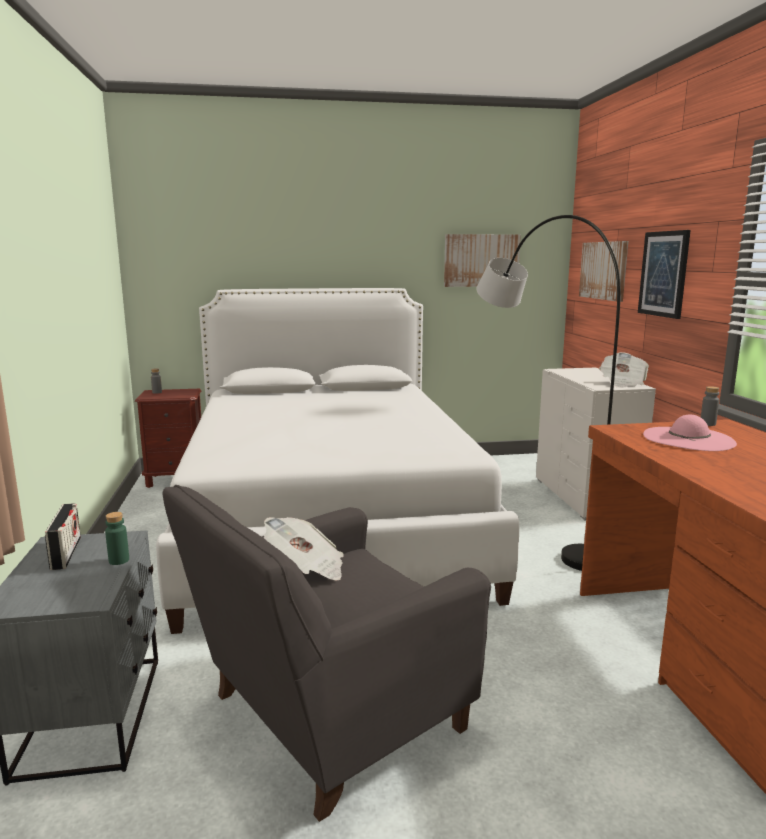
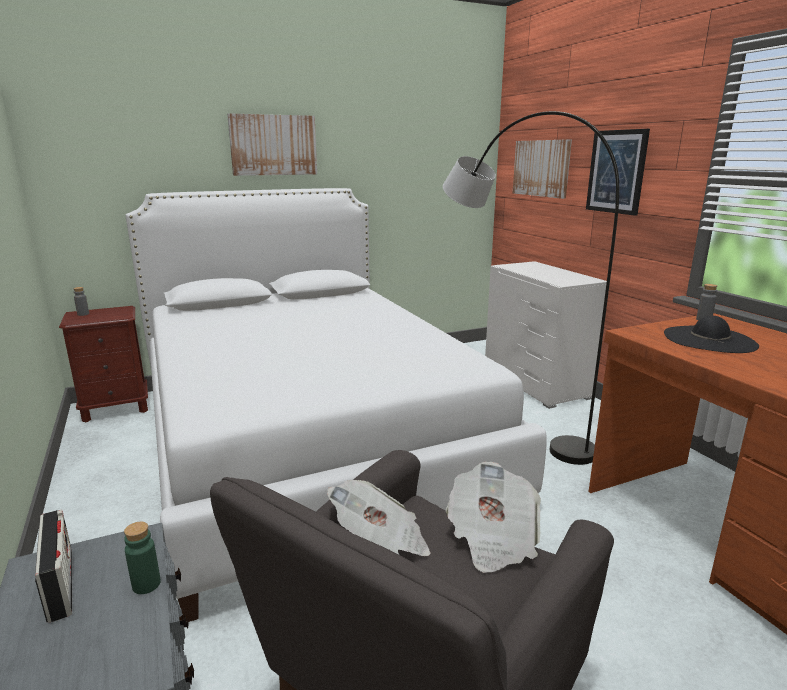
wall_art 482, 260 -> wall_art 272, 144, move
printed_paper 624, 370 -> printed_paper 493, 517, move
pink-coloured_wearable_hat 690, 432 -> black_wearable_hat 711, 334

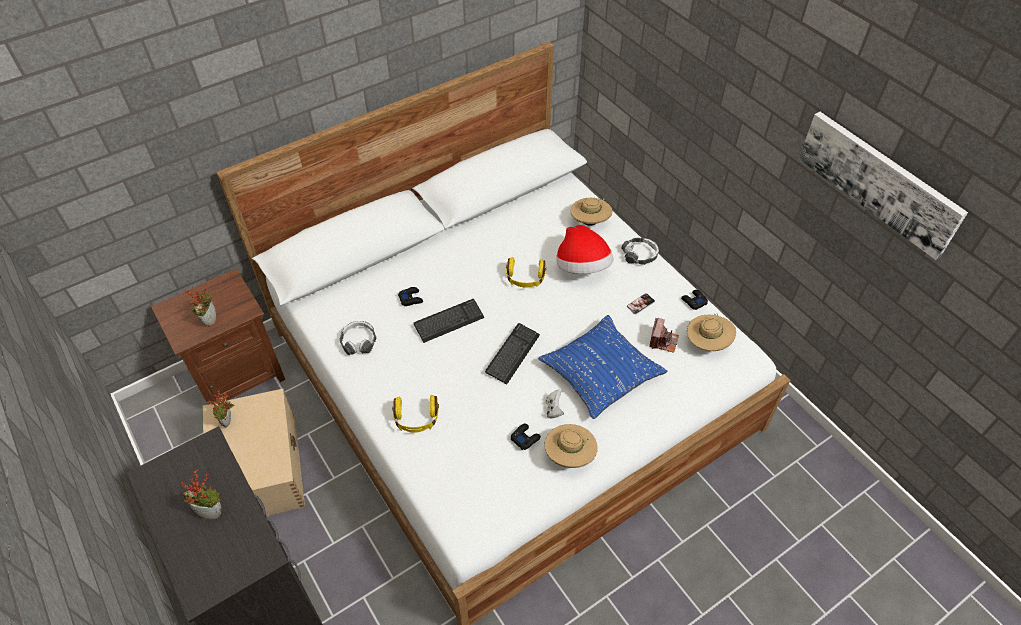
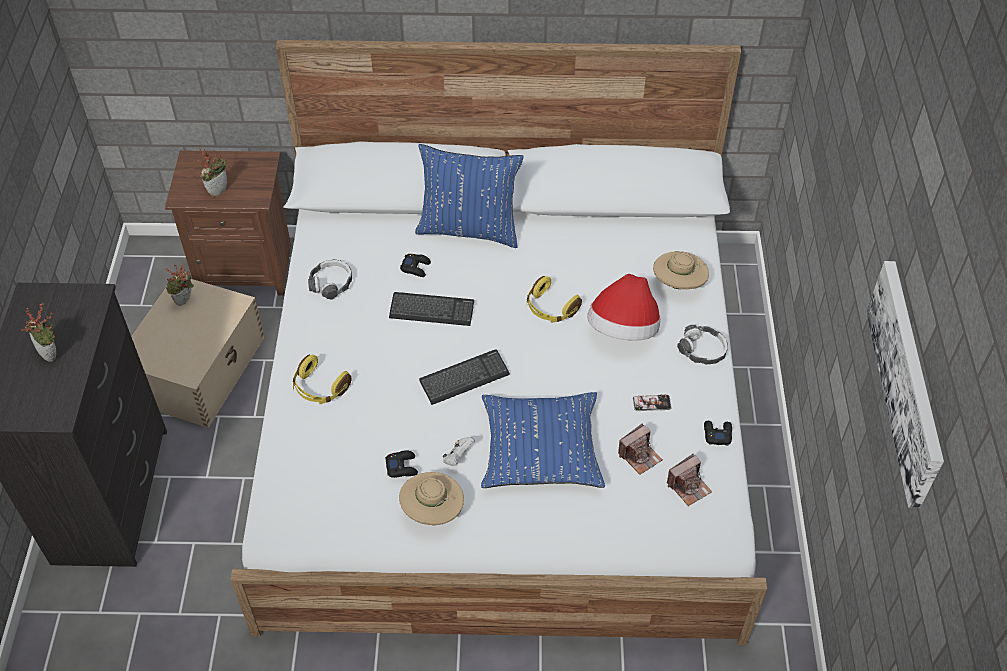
beige-coloured_wearable_hat 711, 332 -> still_camera 689, 480
none -> blue_pillow 469, 196

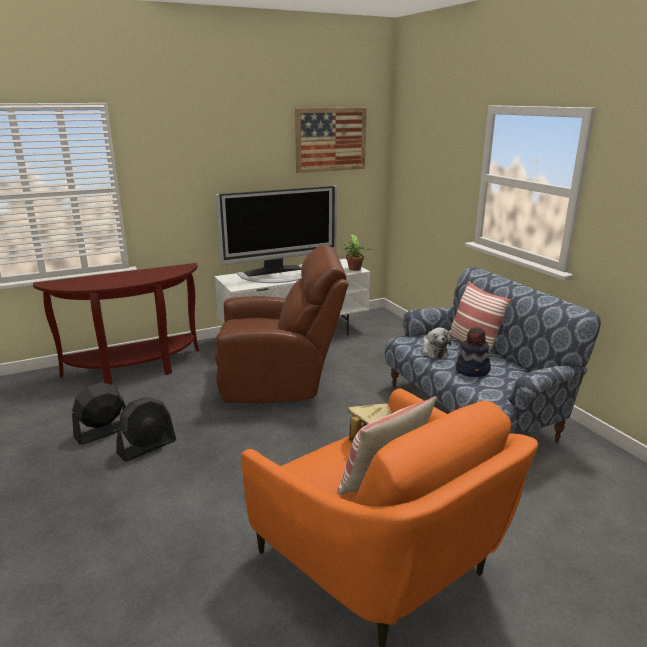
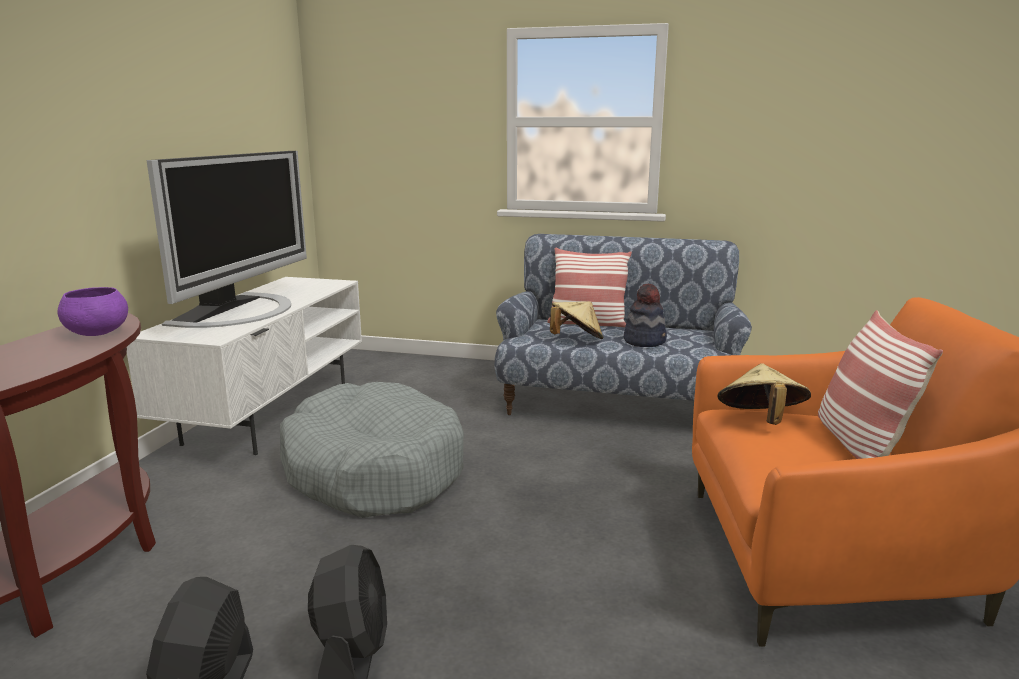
brown-coloured_easy_chair 281, 324 -> grey_dog_cushion 372, 450
wall_art 331, 140 -> none
houseplant 357, 252 -> none
soft_toy 436, 343 -> beige-coloured_wearable_hat 577, 320
none -> purple_serving_bowl 93, 311

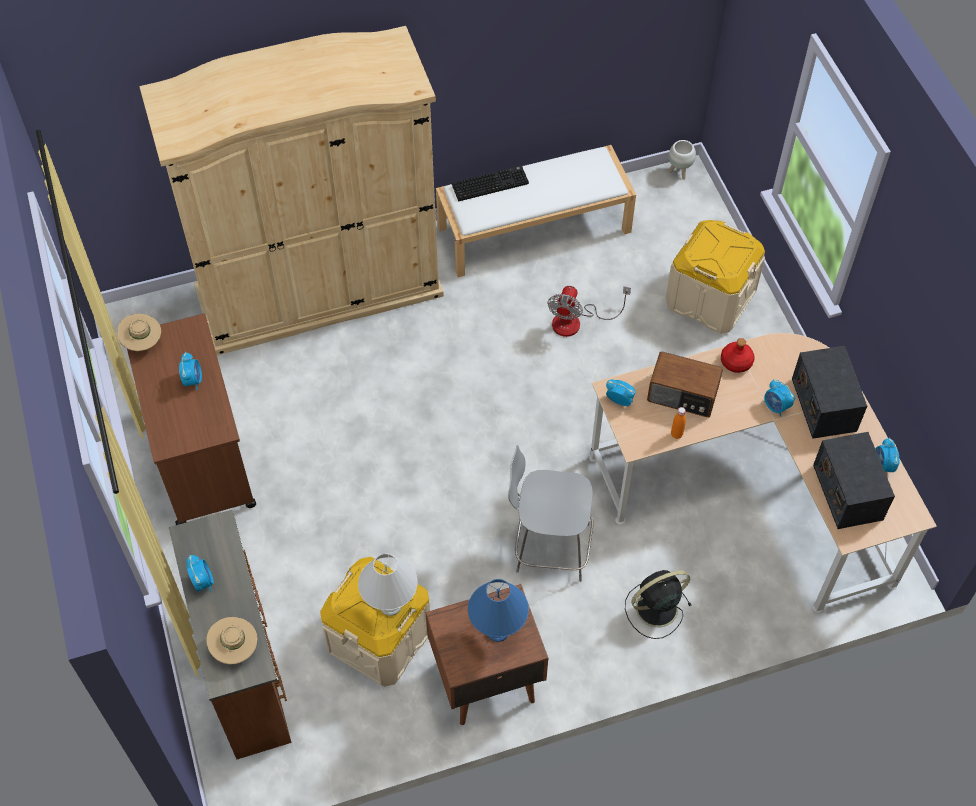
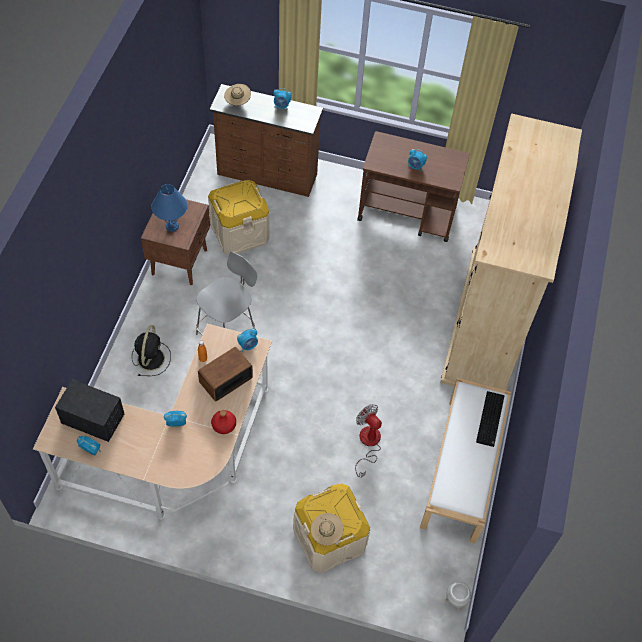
beige-coloured_wearable_hat 139, 332 -> beige-coloured_wearable_hat 327, 529, move
white-coloured_tabletop_lamp 388, 584 -> none
radio_receiver 829, 392 -> none

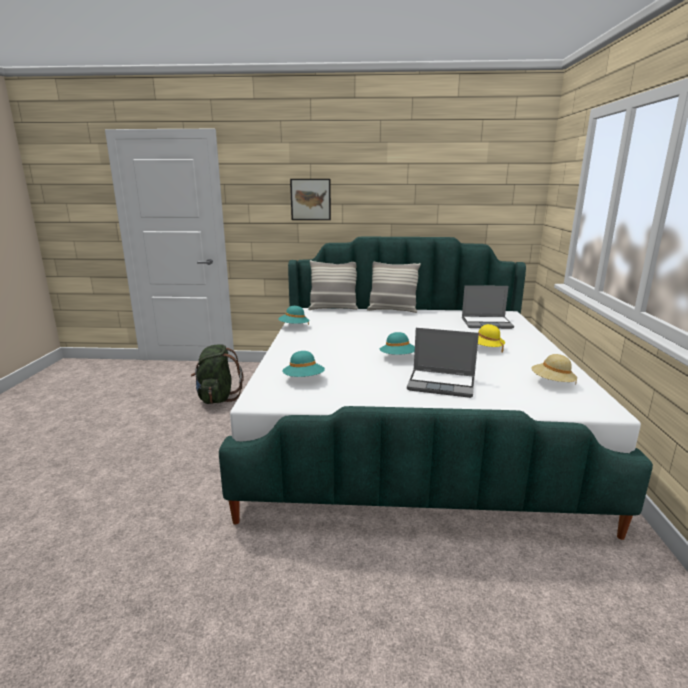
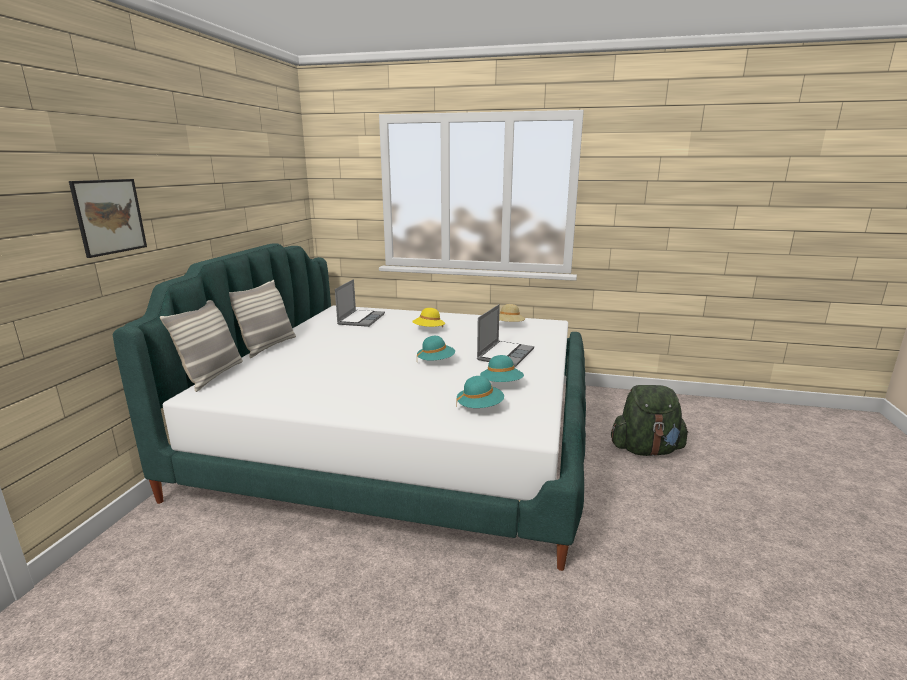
greenish_rucksack 217, 374 -> greenish_rucksack 649, 420, move
blue-green_wearable_hat 294, 315 -> blue-green_wearable_hat 502, 368, move

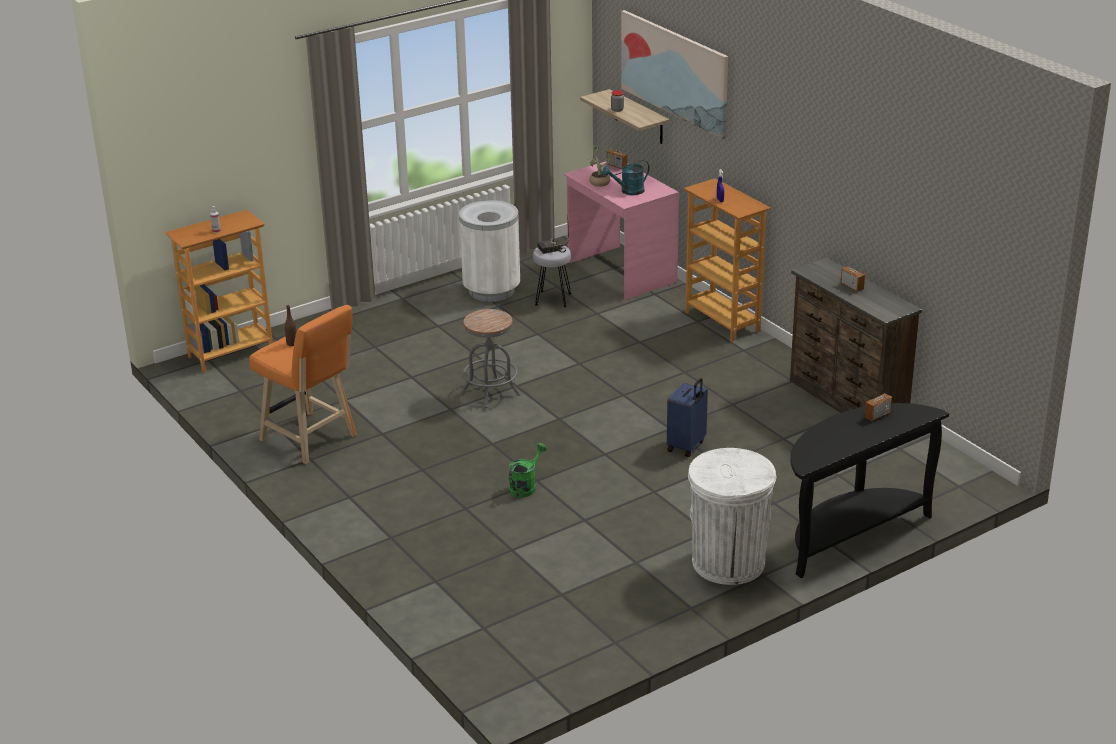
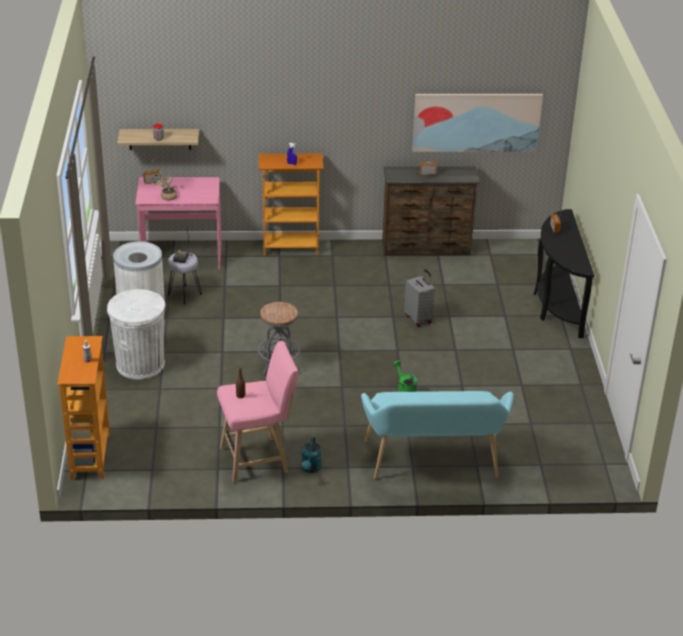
orange-coloured_stool_seat 303, 384 -> pink-coloured_stool_seat 257, 412
blue-green_watering_can 626, 177 -> blue-green_watering_can 311, 455, move
wall_art 674, 74 -> wall_art 477, 123, move
blue_travel_case 687, 417 -> grey_travel_case 419, 298
white-coloured_rubbish_bin 732, 516 -> white-coloured_rubbish_bin 136, 334, move
none -> blue-green_bench 437, 435

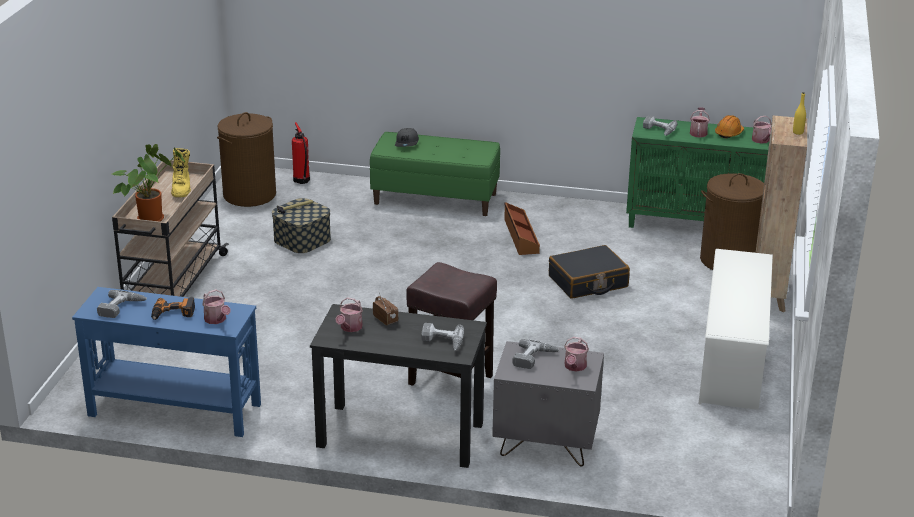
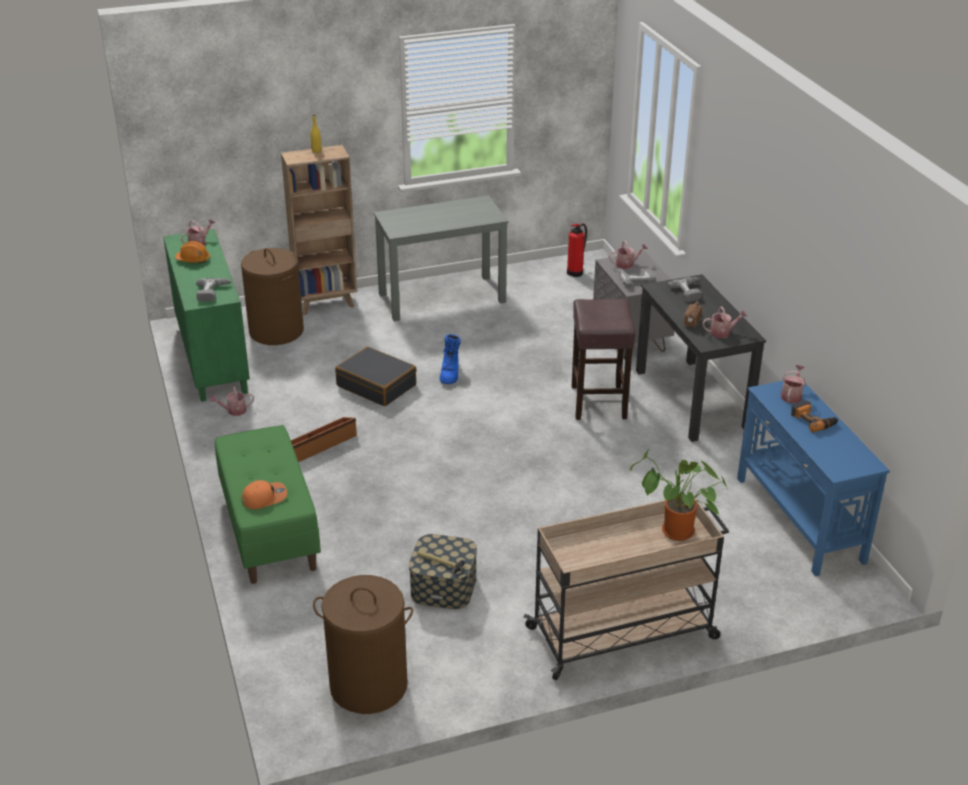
power_drill 122, 304 -> none
yellowish_boot 181, 172 -> none
fire-fighting_cylinder 301, 153 -> fire-fighting_cylinder 577, 250, move
grey_peaked_cap 407, 137 -> orange-coloured_peaked_cap 264, 494
watering_can 700, 122 -> watering_can 232, 401, move
white-coloured_shoe_shelf 736, 329 -> grey_desk 441, 259
none -> blue_boot 450, 359

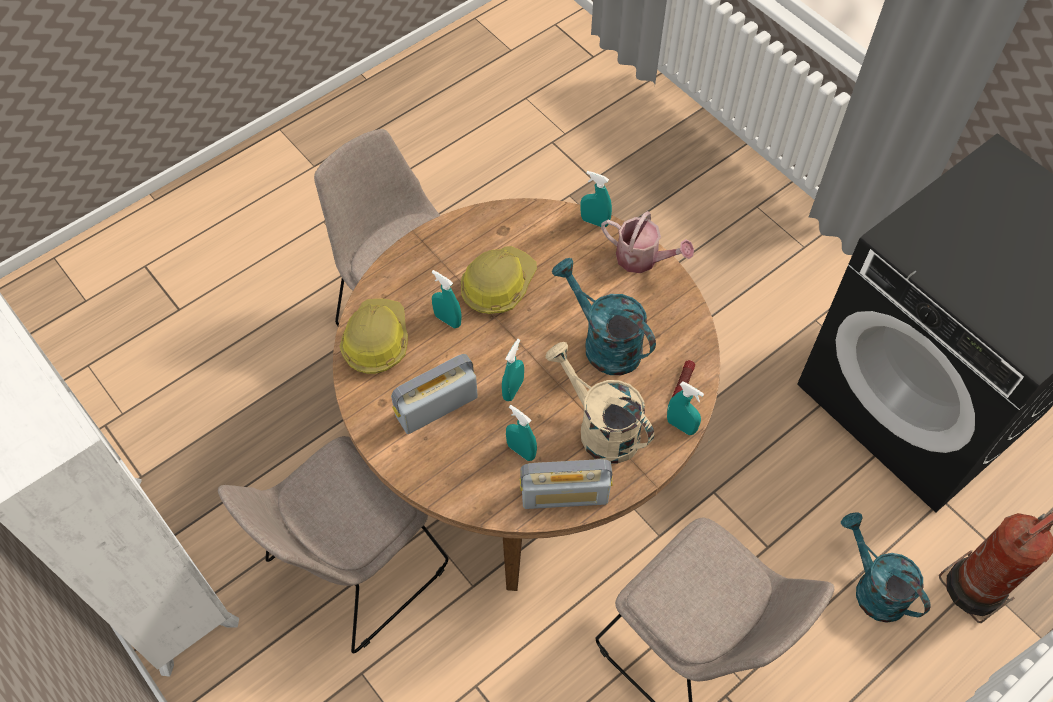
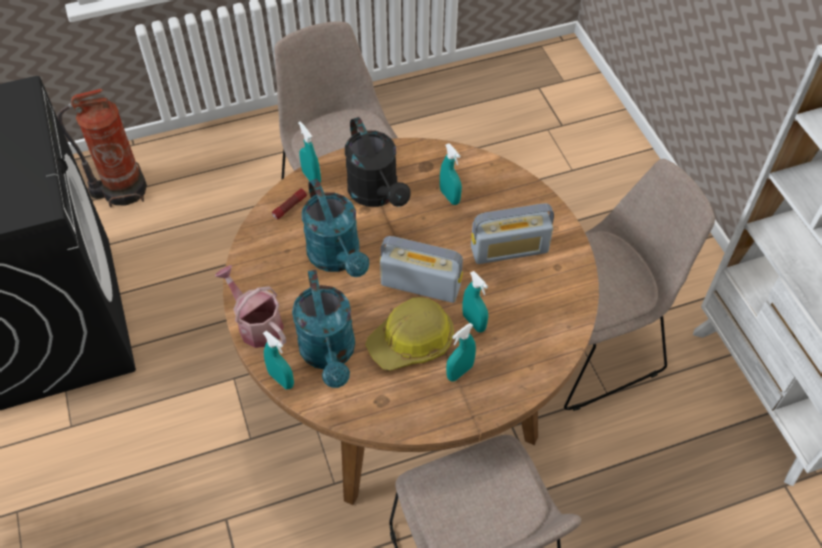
work_helmet 373, 336 -> none
blue-green_spray_bottle 513, 370 -> blue-green_spray_bottle 461, 352, move
radio_receiver 566, 484 -> radio_receiver 421, 269, move
beige-coloured_watering_can 599, 403 -> black_watering_can 378, 162
blue-green_watering_can 886, 568 -> blue-green_watering_can 323, 329, move

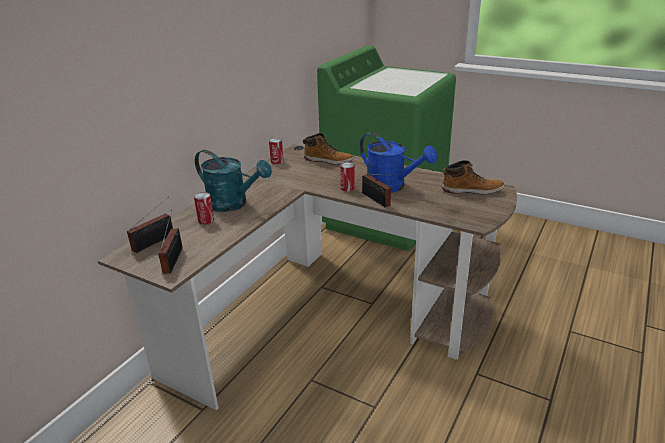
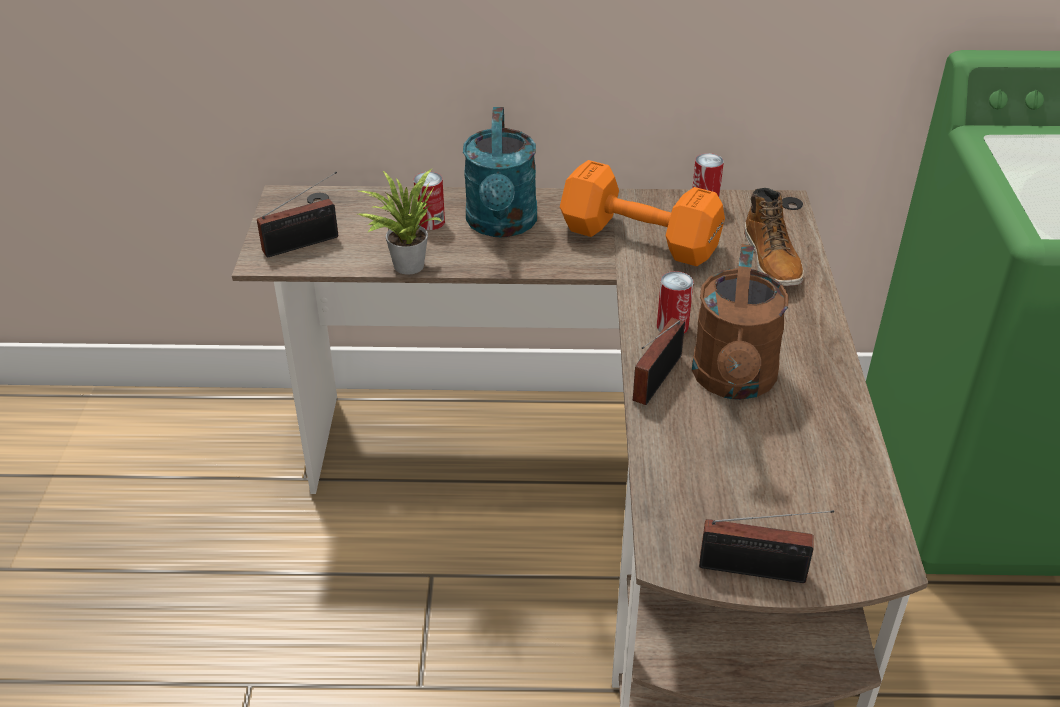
radio_receiver 150, 225 -> radio_receiver 766, 546, move
blue_watering_can 398, 162 -> brown-coloured_watering_can 740, 322
boot 473, 177 -> none
none -> houseplant 400, 222
none -> orange-coloured_dumbbell 642, 213

